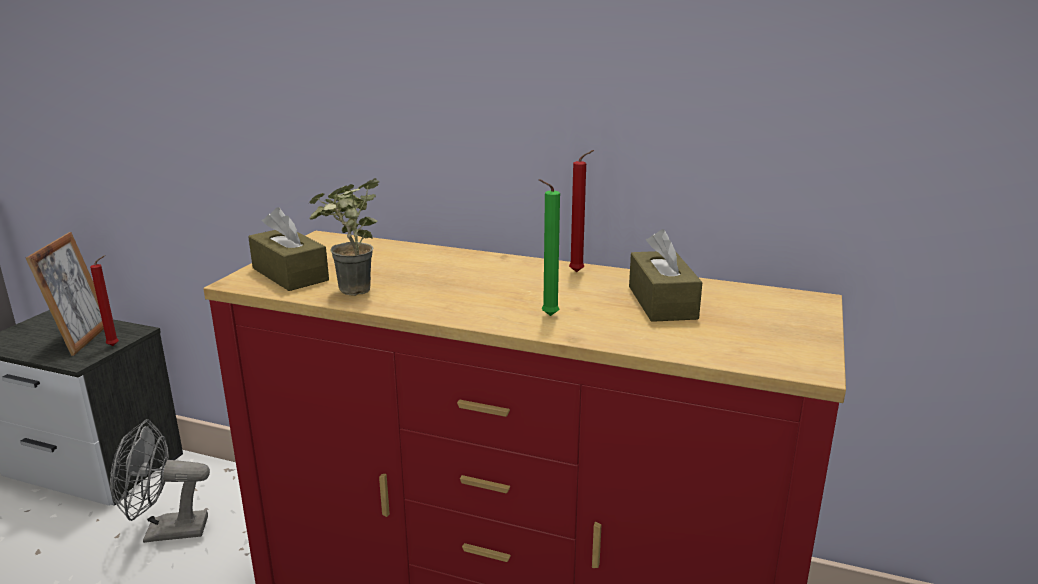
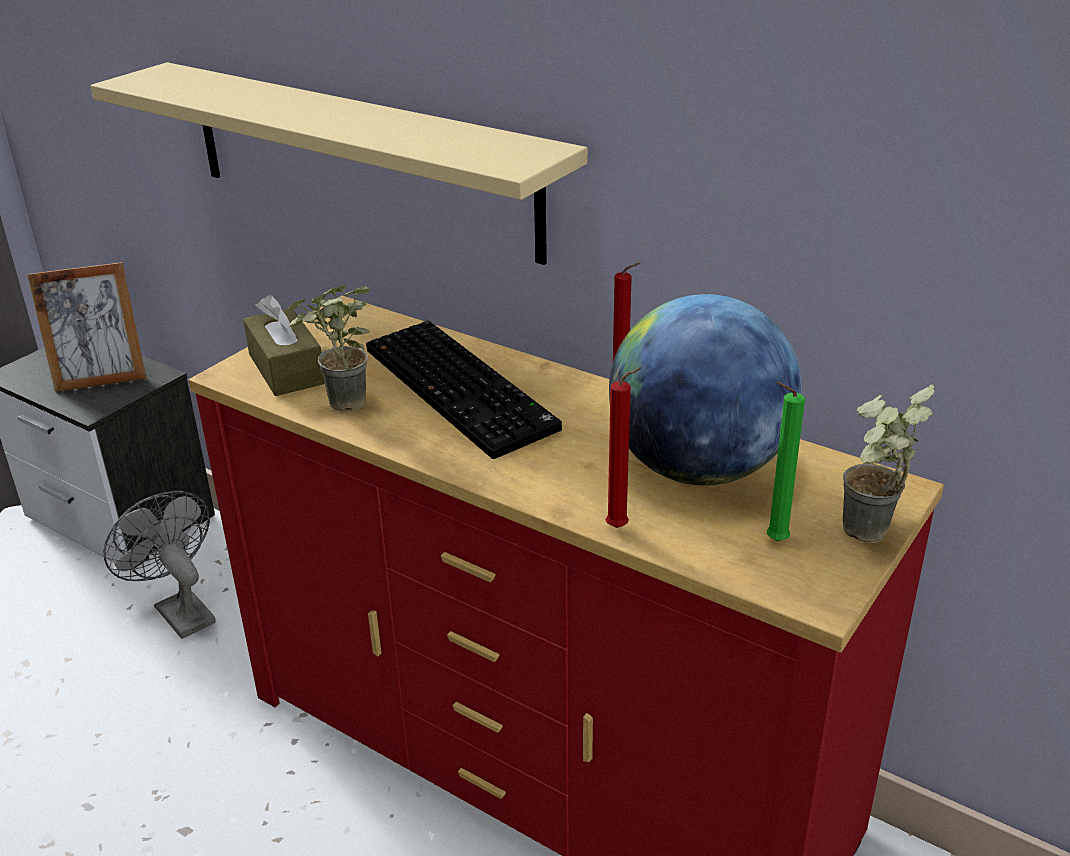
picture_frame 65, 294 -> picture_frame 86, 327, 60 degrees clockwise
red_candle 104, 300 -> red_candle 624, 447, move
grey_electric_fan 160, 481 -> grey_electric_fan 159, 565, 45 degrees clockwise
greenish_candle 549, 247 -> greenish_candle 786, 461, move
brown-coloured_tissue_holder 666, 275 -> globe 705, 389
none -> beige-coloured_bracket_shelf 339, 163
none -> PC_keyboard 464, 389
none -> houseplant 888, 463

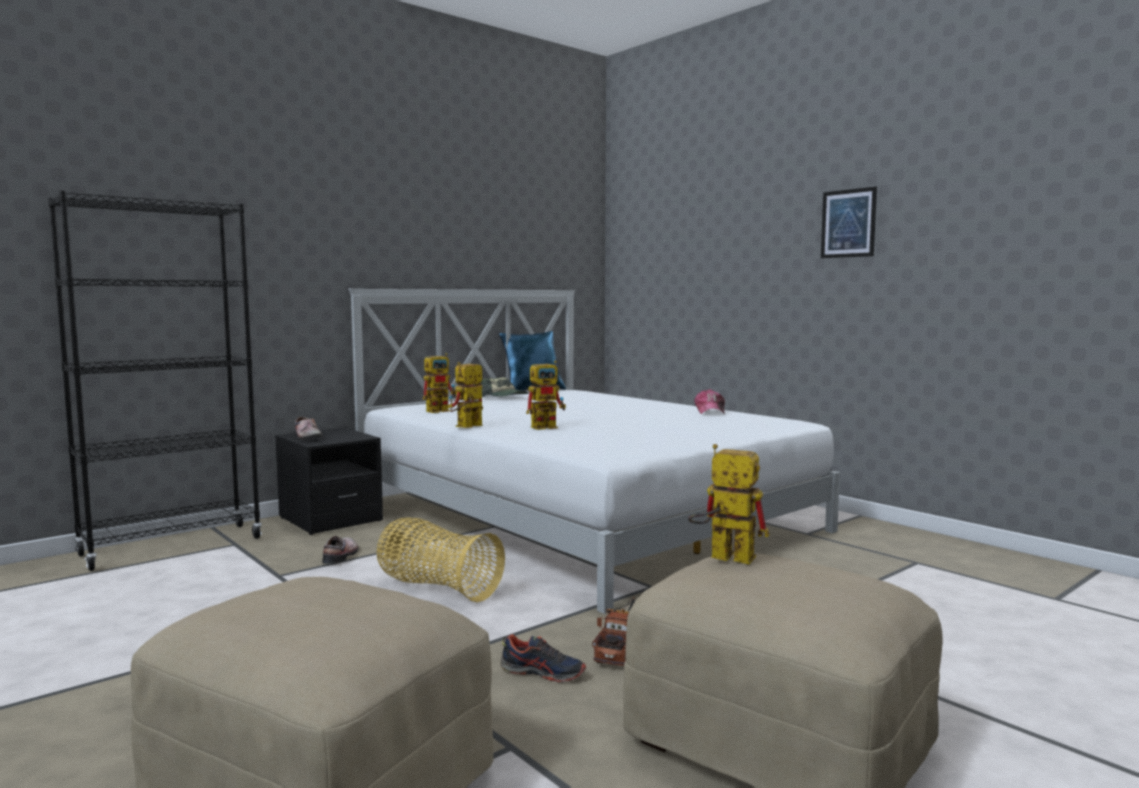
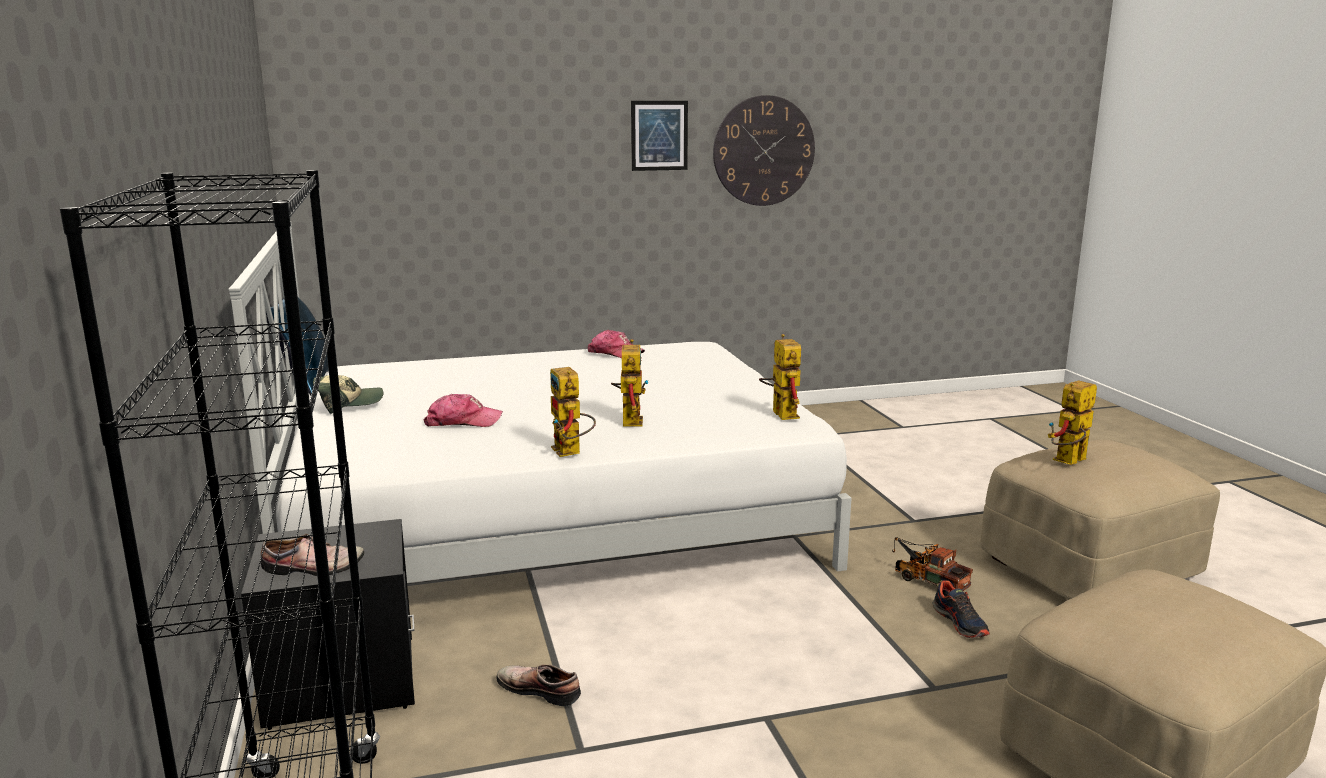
household_basket 441, 559 -> none
robot_figure 439, 383 -> robot_figure 780, 377, move
low_shoe 543, 658 -> low_shoe 961, 609, 120 degrees clockwise
none -> peaked_cap 463, 410
none -> hanging_clock 764, 150

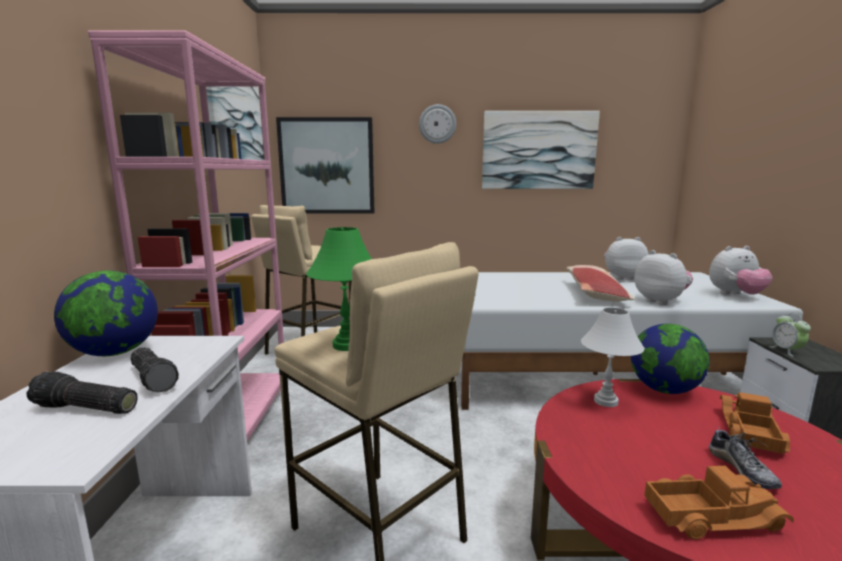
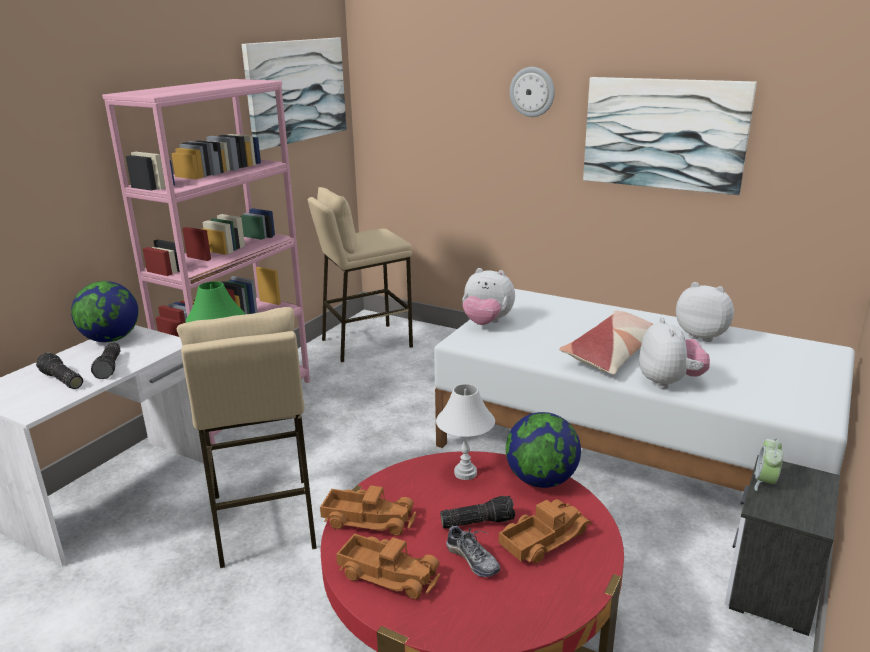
wall_art 325, 165 -> none
soft_toy 741, 270 -> soft_toy 488, 296, move
low_shoe 745, 457 -> low_shoe 473, 550, 60 degrees counterclockwise
none -> toy_truck 368, 510
none -> torch 477, 512

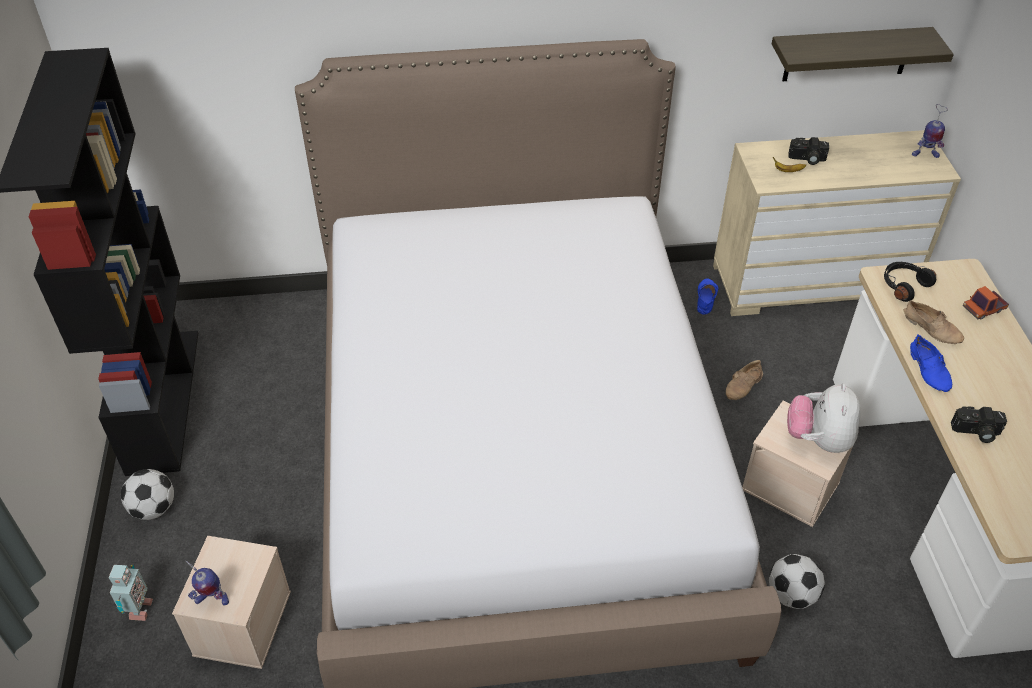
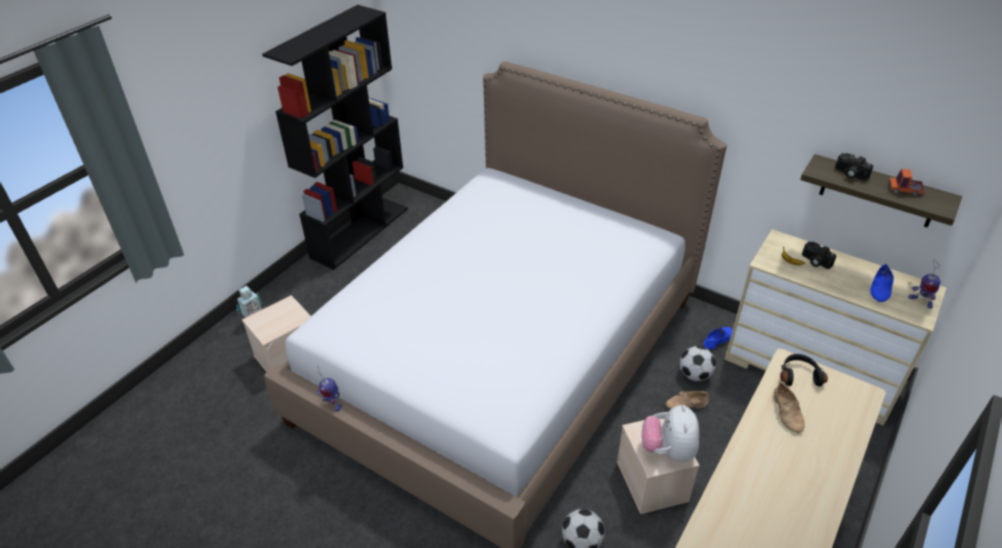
football_ball 147, 494 -> football_ball 698, 363, move
robot_figure 207, 583 -> robot_figure 329, 389, move
soft_toy 823, 418 -> soft_toy 670, 433, 45 degrees counterclockwise
blue_low_shoe 931, 363 -> blue_low_shoe 882, 283, move
still_camera 979, 424 -> still_camera 854, 167, move
toy_truck 986, 303 -> toy_truck 907, 182, move

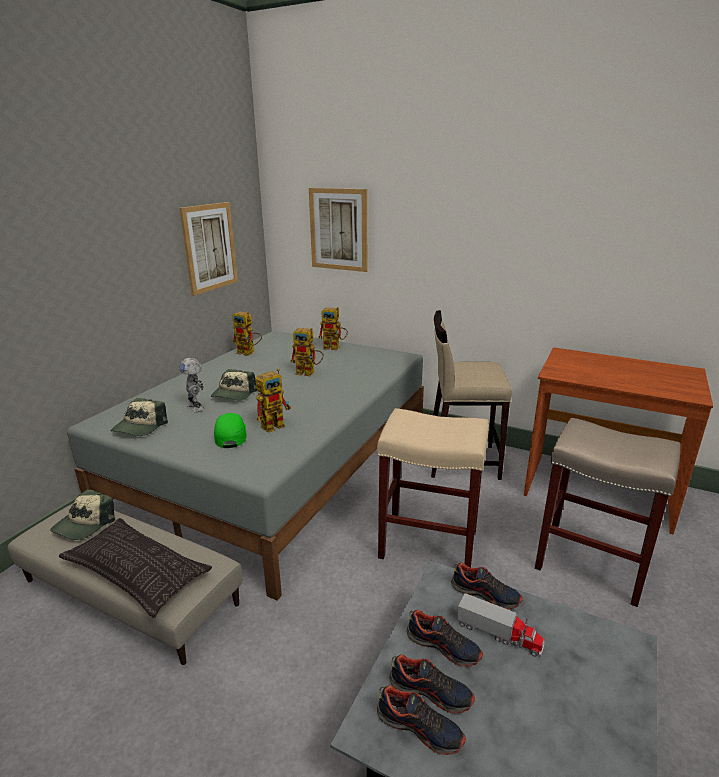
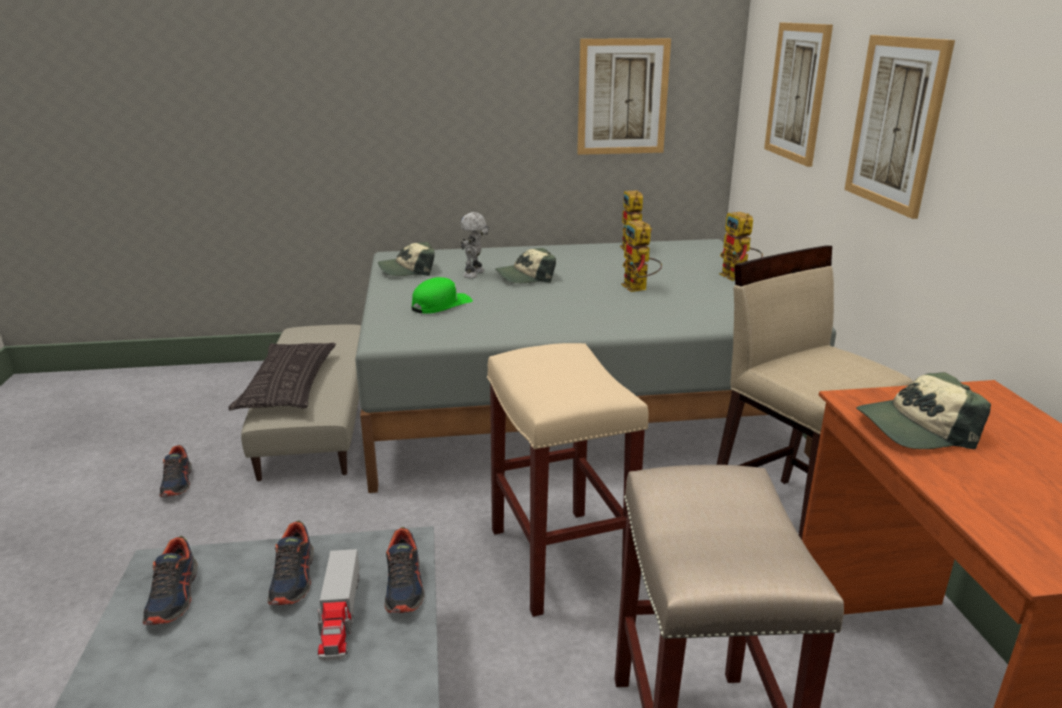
peaked_cap 82, 514 -> peaked_cap 923, 410, move
robot_figure 273, 401 -> none
low_shoe 432, 684 -> low_shoe 175, 471, move
none -> wall_art 899, 127

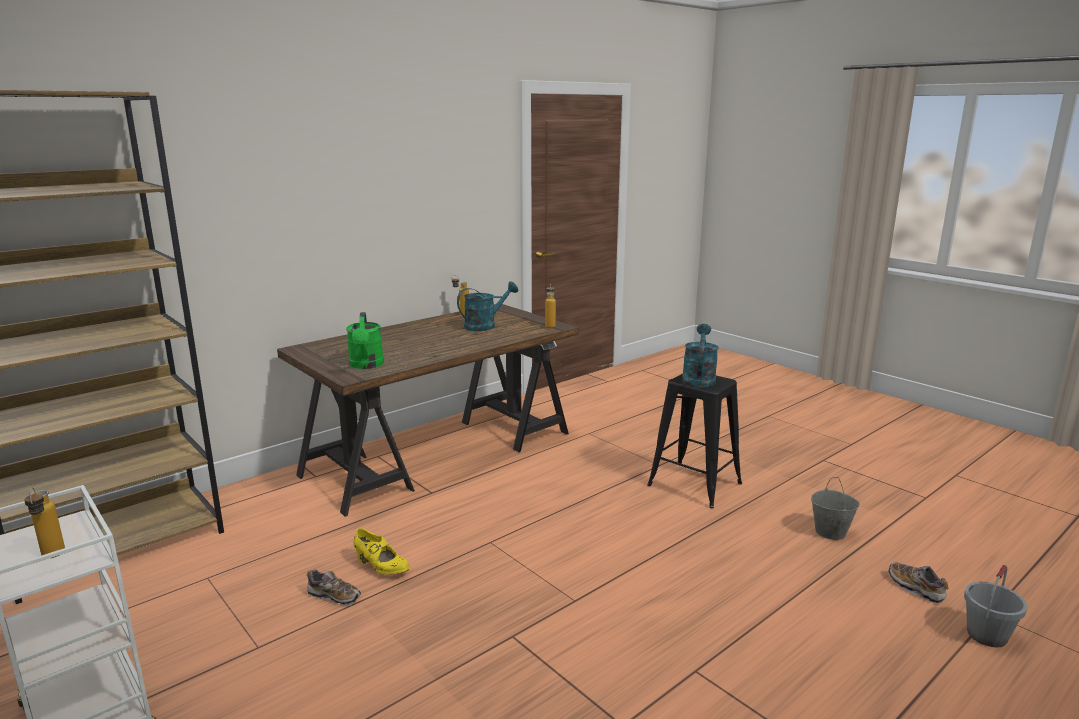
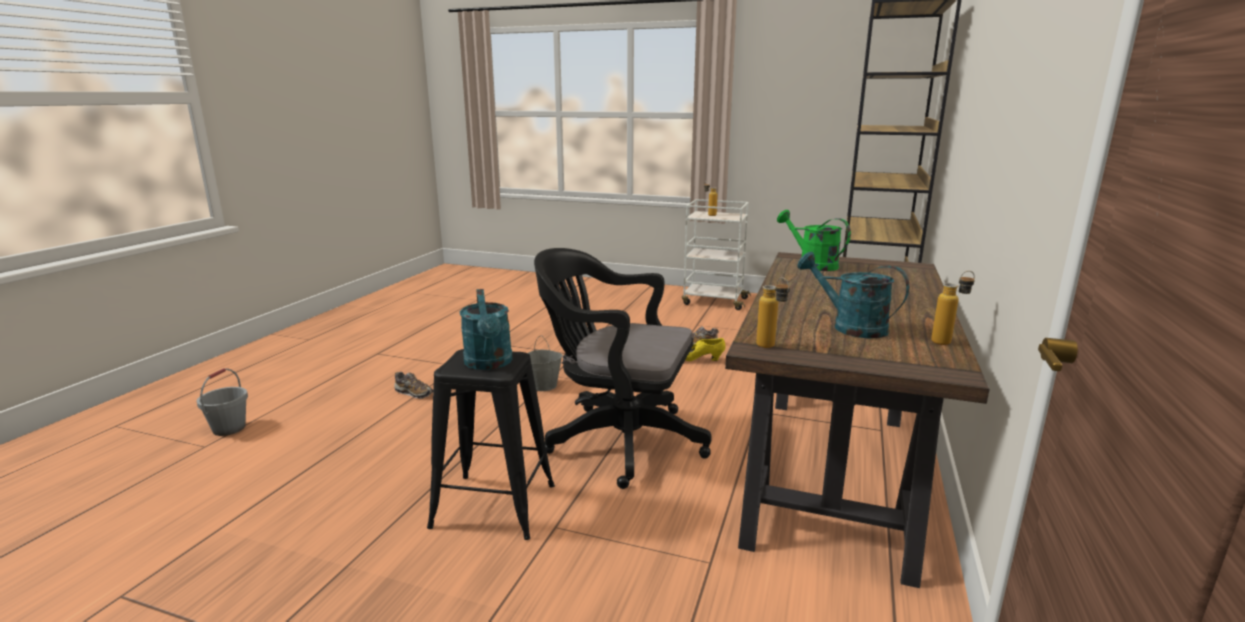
blue-green_watering_can 487, 306 -> blue-green_watering_can 853, 295, 105 degrees clockwise
grey_water_bucket 835, 508 -> grey_water_bucket 545, 363, move
low_shoe 918, 583 -> low_shoe 413, 385, move
none -> black_computer_chair 623, 368

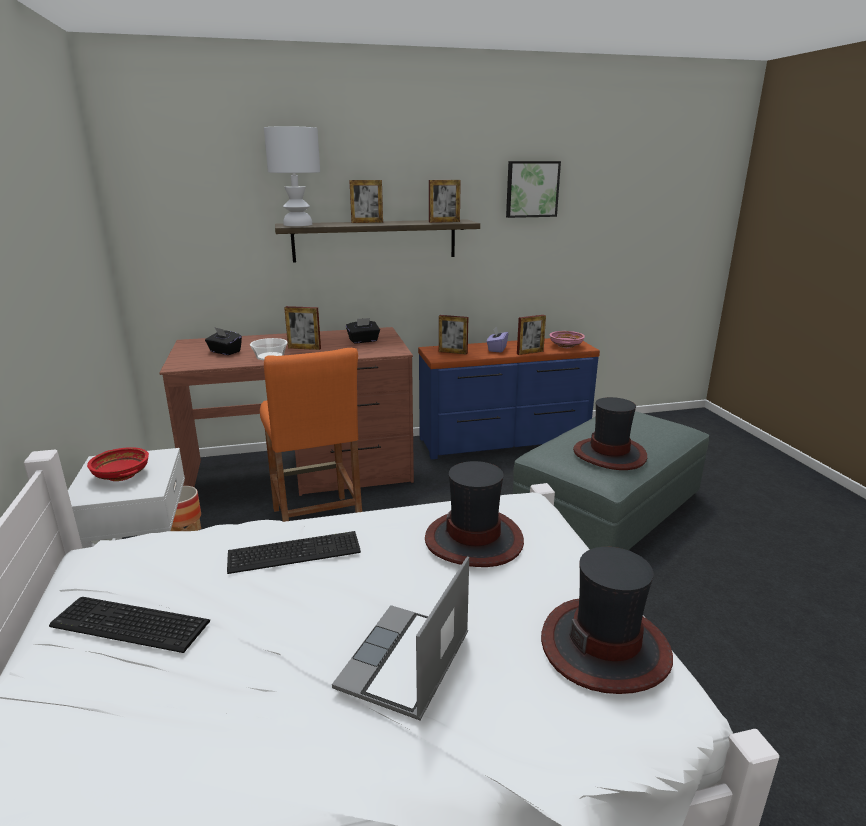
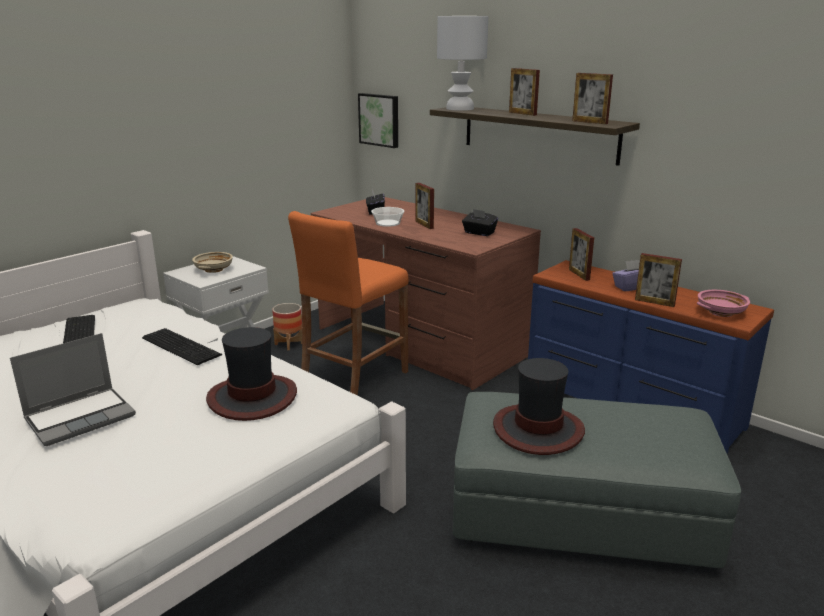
red_serving_bowl 118, 464 -> beige-coloured_serving_bowl 212, 262
notebook_computer 400, 638 -> notebook_computer 73, 389, 150 degrees clockwise
wall_art 533, 189 -> wall_art 378, 120, move
wearable_hat 607, 620 -> none

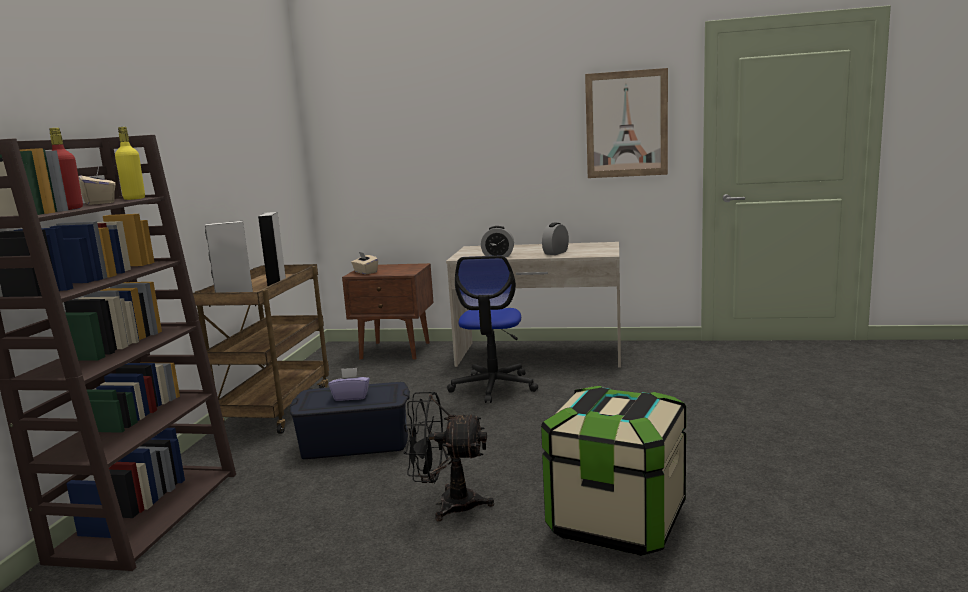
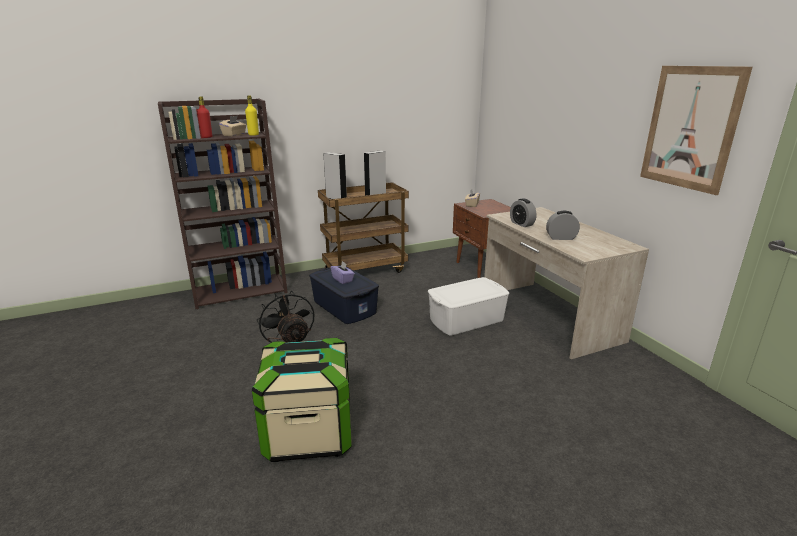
computer_chair 492, 329 -> white-coloured_storage_bin 469, 306

